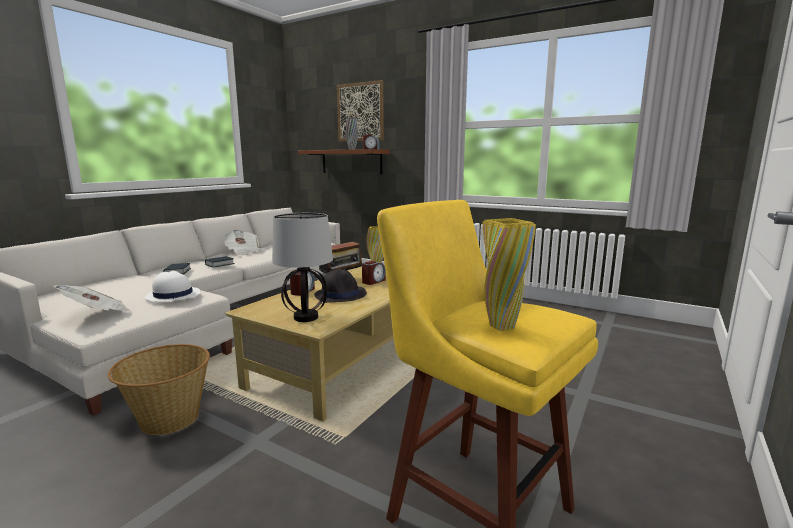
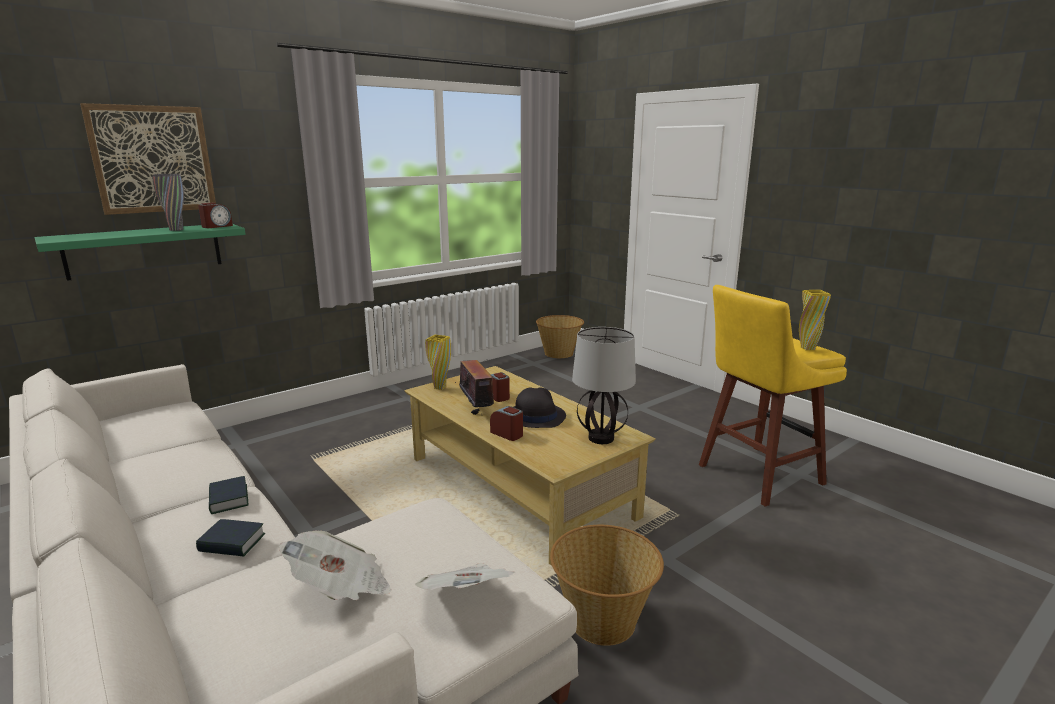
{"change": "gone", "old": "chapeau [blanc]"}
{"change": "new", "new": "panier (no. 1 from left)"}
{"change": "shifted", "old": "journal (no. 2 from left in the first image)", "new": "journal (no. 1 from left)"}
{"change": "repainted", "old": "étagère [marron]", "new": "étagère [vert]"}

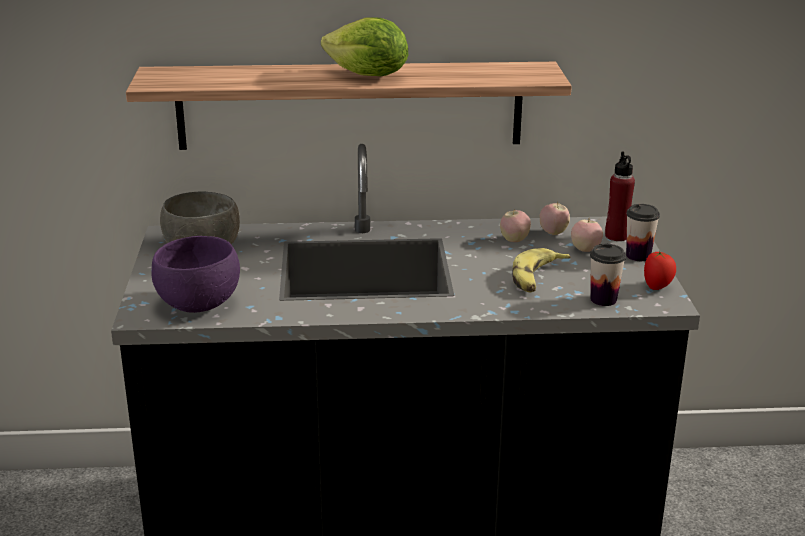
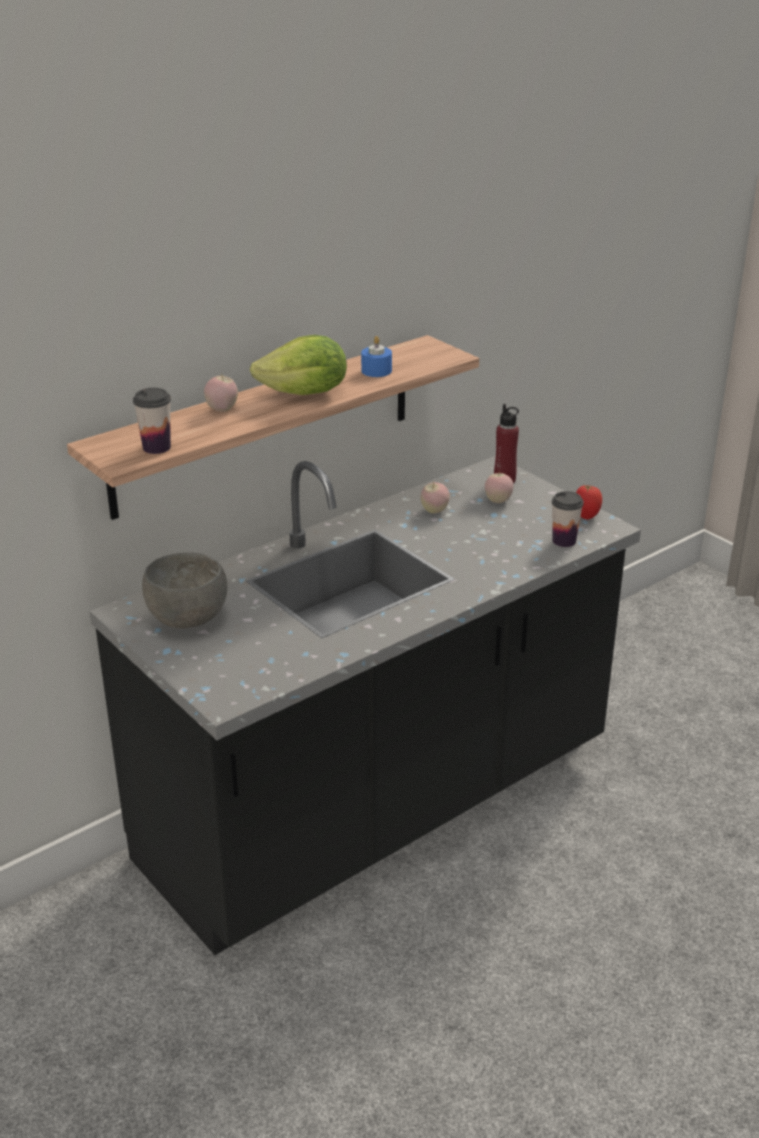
{"change": "gone", "old": "bol [violet]"}
{"change": "gone", "old": "banane"}
{"change": "new", "new": "bougie [bleu]"}
{"change": "shifted", "old": "pomme (no. 2 from left in the first image)", "new": "pomme (no. 1 from left)"}
{"change": "shifted", "old": "tasse (no. 2 from left in the first image)", "new": "tasse (no. 1 from left)"}

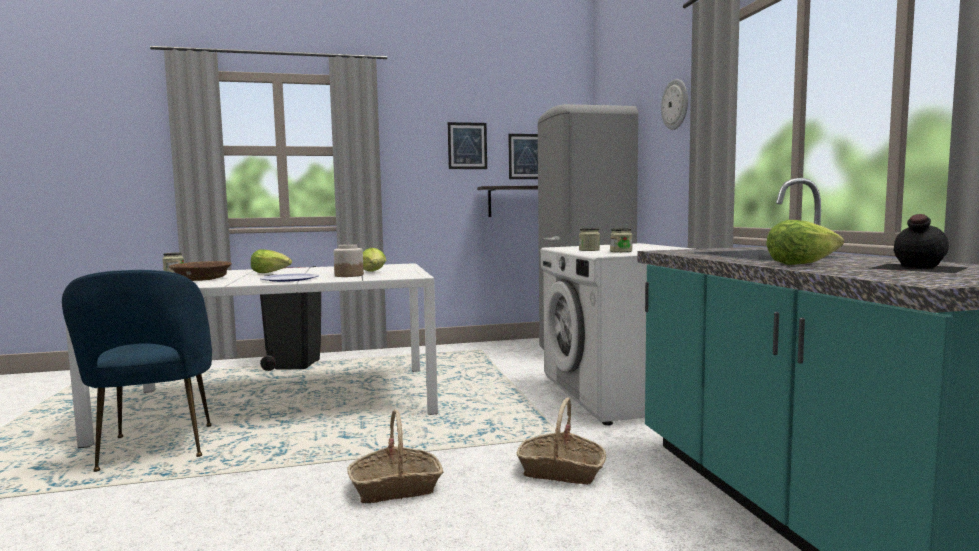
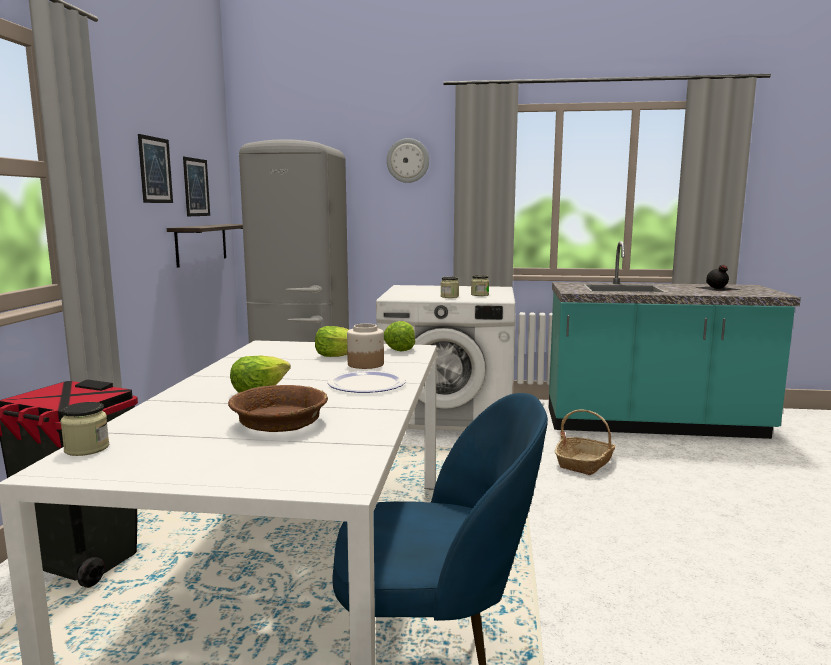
{"change": "gone", "old": "panier (no. 1 from left)"}
{"change": "shifted", "old": "laitue (no. 3 from left)"}

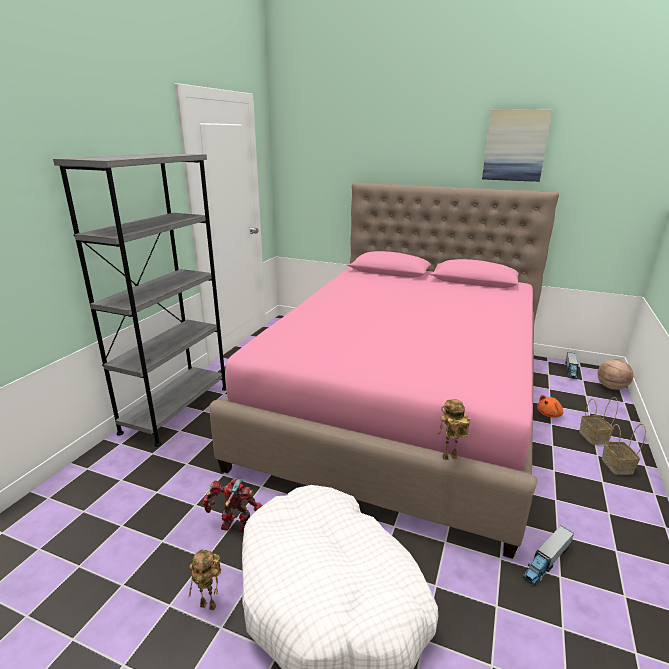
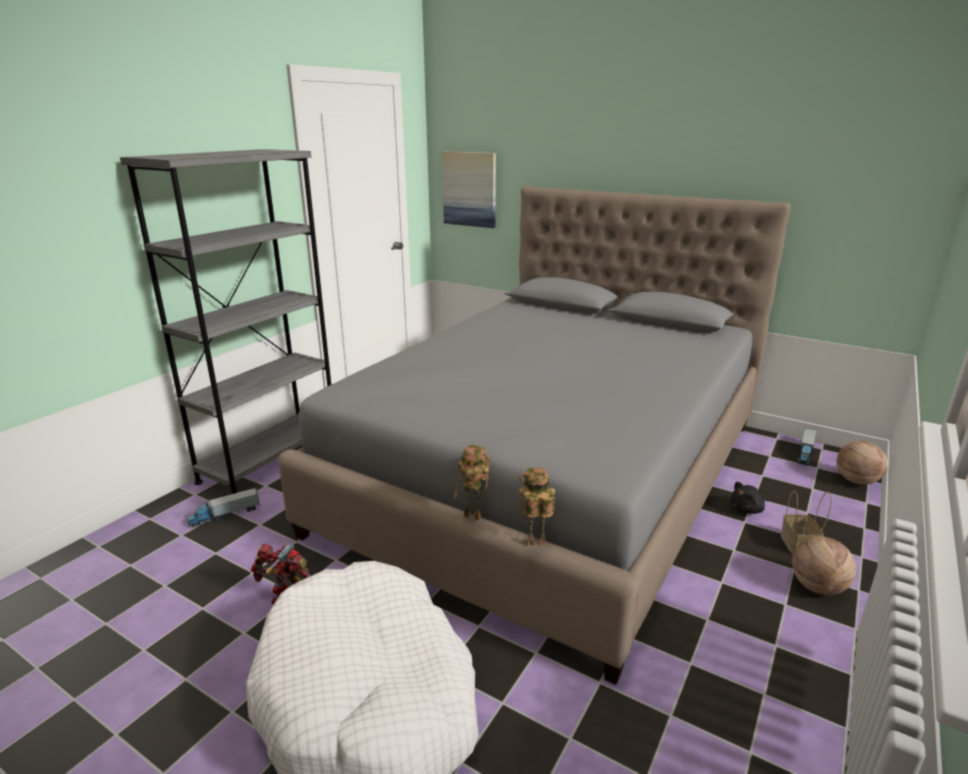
{"change": "shifted", "old": "robot jouet (no. 1 from left in the first image)", "new": "robot jouet (no. 2 from left)"}
{"change": "shifted", "old": "tableau"}
{"change": "shifted", "old": "camion jouet (no. 1 from left)"}
{"change": "swapped", "old": "panier (no. 2 from left)", "new": "ballon de basket (no. 1 from left)"}
{"change": "repainted", "old": "lit [rose]", "new": "lit [gris]"}
{"change": "repainted", "old": "peluche [orange]", "new": "peluche [noir]"}

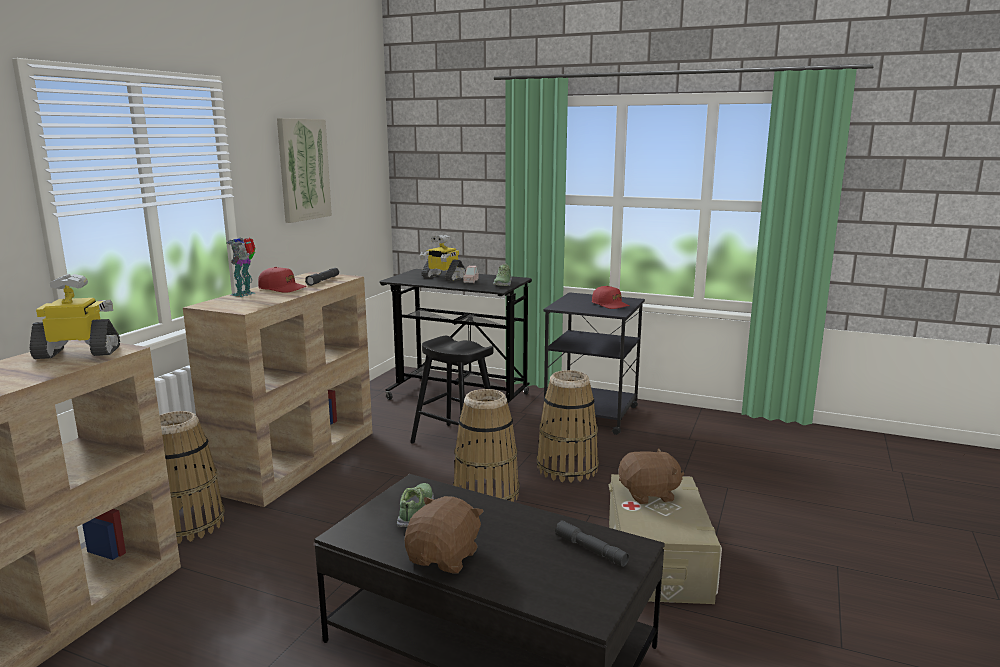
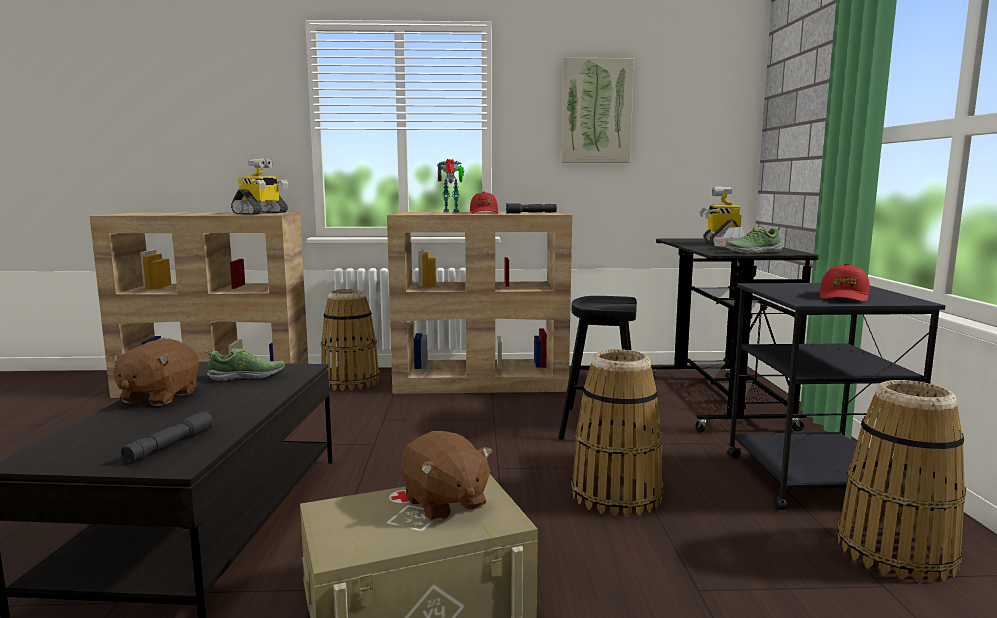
{"change": "shifted", "old": "panier (no. 2 from left in the first image)", "new": "panier (no. 3 from left)"}
{"change": "rotated", "old": "robot jouet (no. 1 from left)", "degrees": 60}
{"change": "rotated", "old": "peluche [marron] (no. 1 from left)", "degrees": 105}

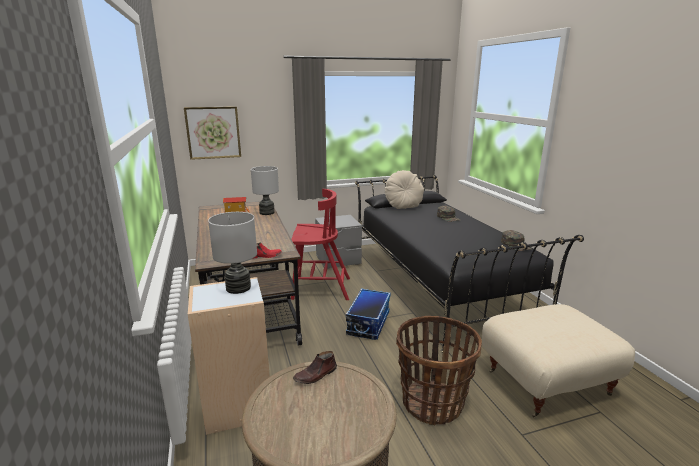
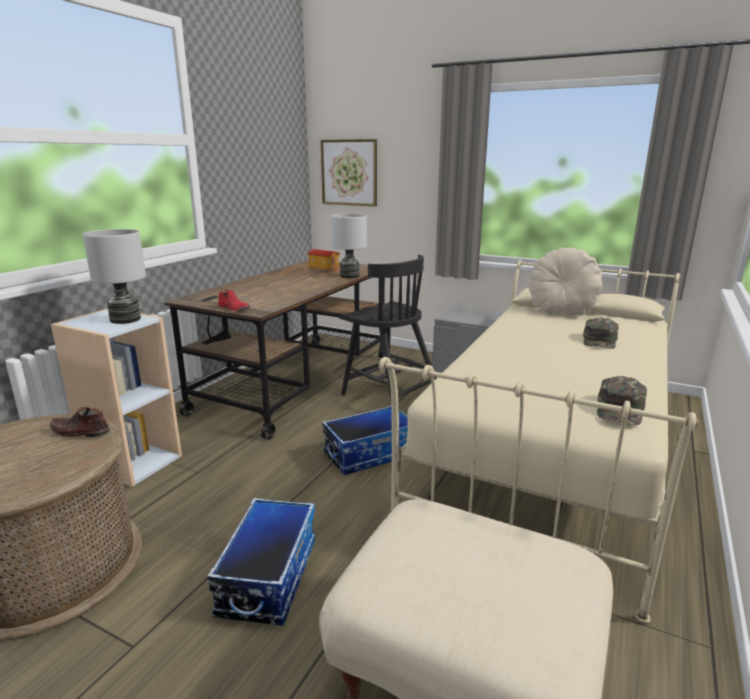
{"change": "swapped", "old": "panier", "new": "boîte de rangement (no. 1 from left)"}
{"change": "repainted", "old": "chaise [rouge]", "new": "chaise [noir]"}
{"change": "repainted", "old": "lit [noir]", "new": "lit [beige]"}

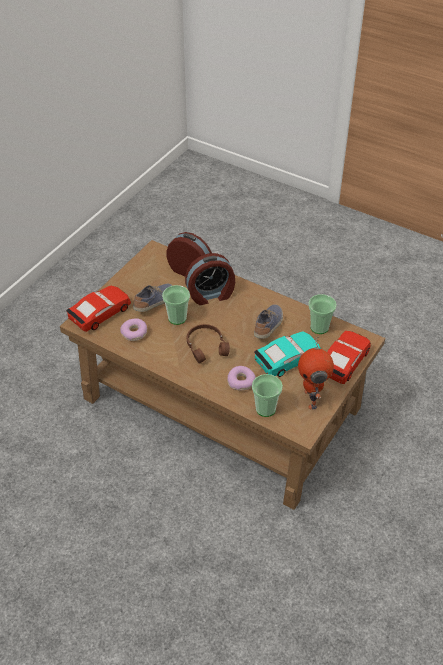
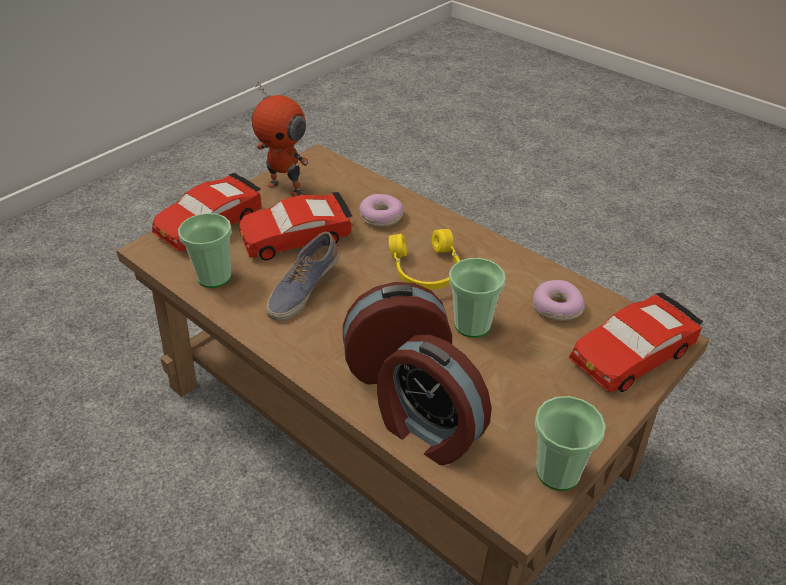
{"change": "gone", "old": "chaussure (no. 1 from left)"}
{"change": "shifted", "old": "tasse (no. 2 from left in the first image)", "new": "tasse (no. 3 from left)"}
{"change": "repainted", "old": "casque audio [marron]", "new": "casque audio [jaune]"}
{"change": "repainted", "old": "petite voiture [turquoise]", "new": "petite voiture [rouge] (no. 2 from left)"}
{"change": "rotated", "old": "robot jouet", "degrees": 120}

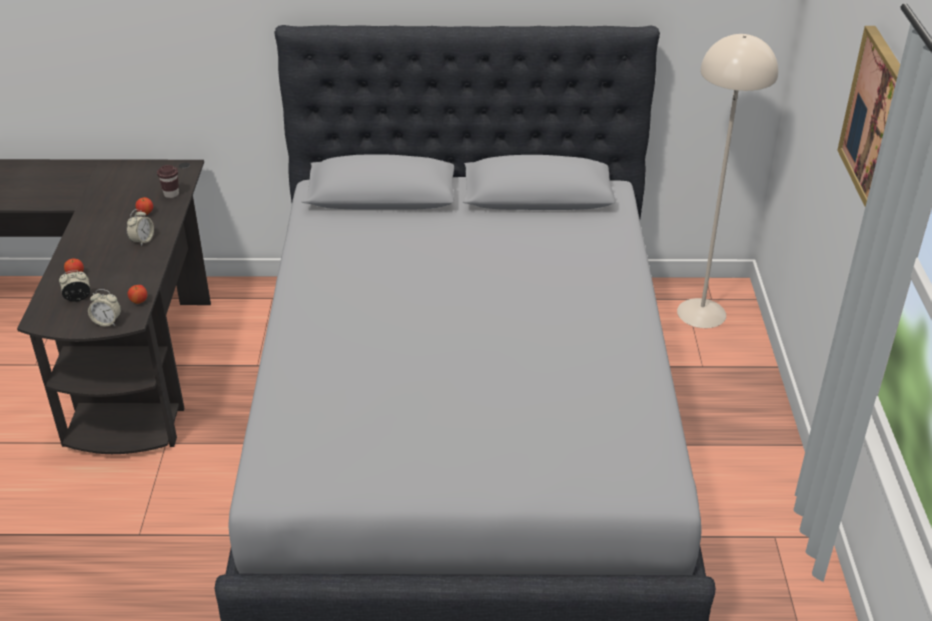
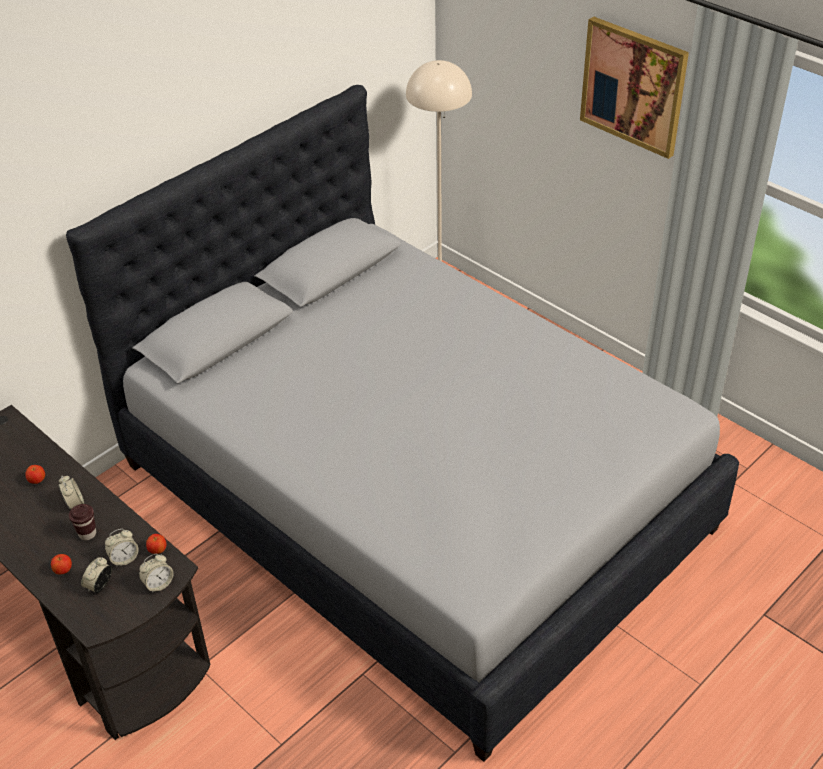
{"change": "new", "new": "réveil (no. 3 from left)"}
{"change": "shifted", "old": "tasse [marron]"}

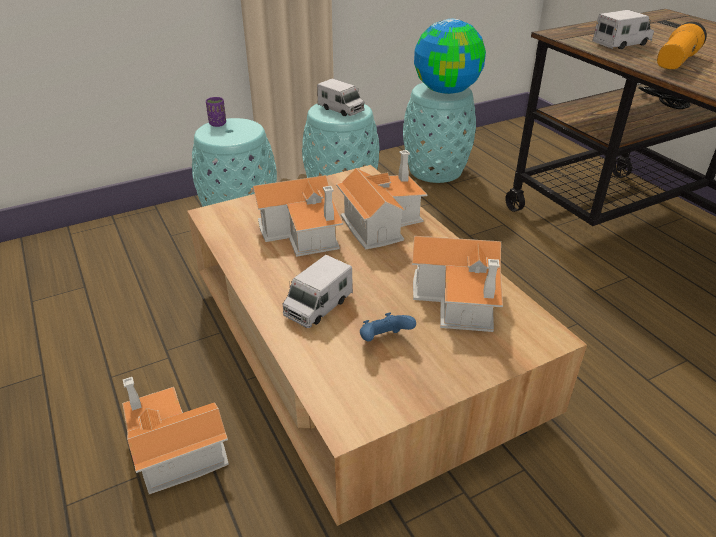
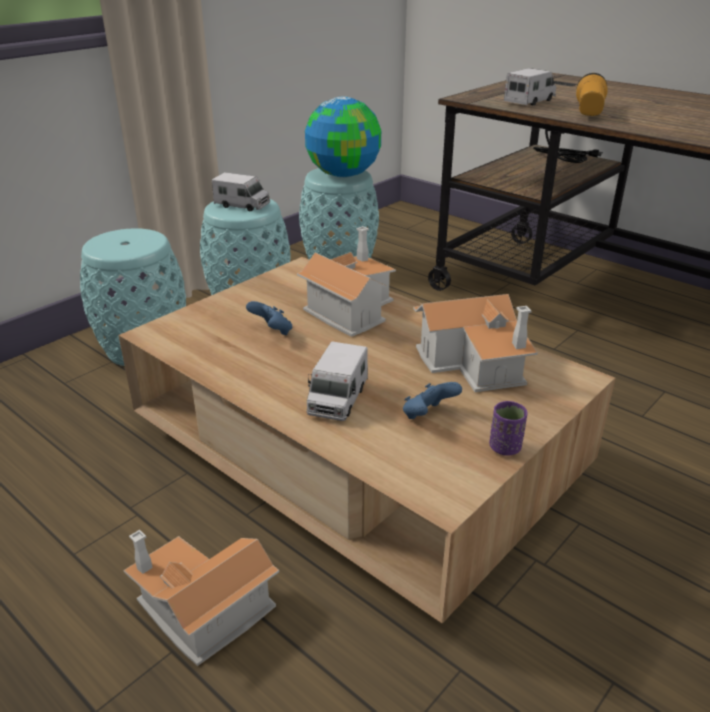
{"change": "shifted", "old": "tasse [violet]"}
{"change": "swapped", "old": "maison miniature (no. 2 from left)", "new": "manette [bleu] (no. 1 from left)"}

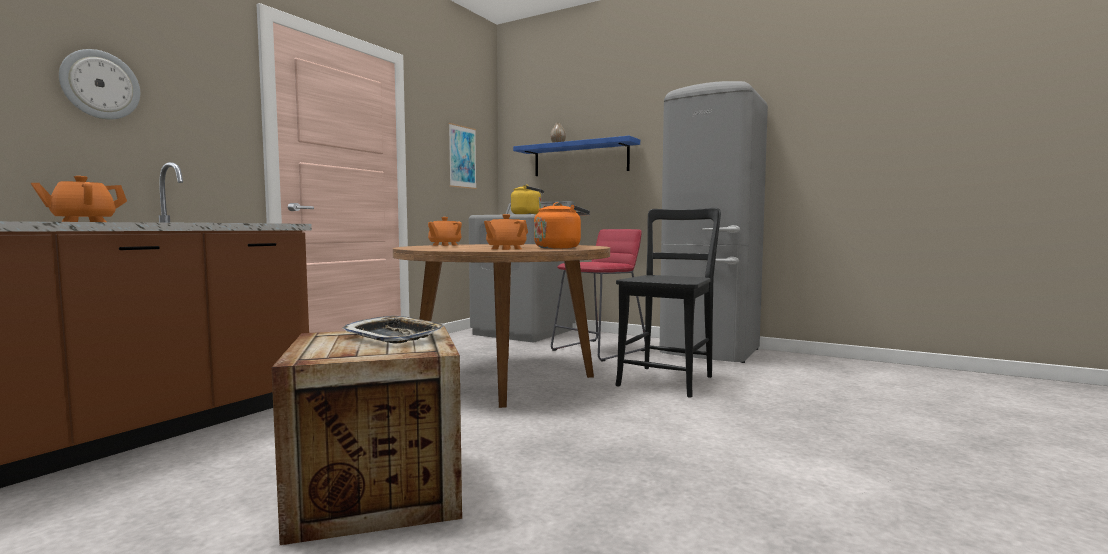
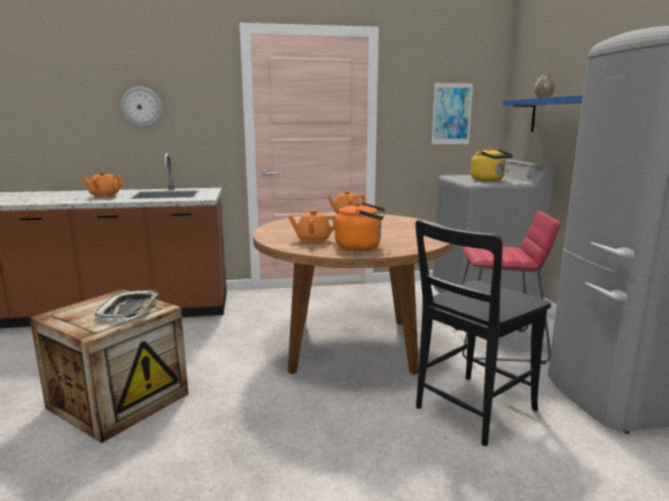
{"change": "rotated", "old": "chaise [noir]", "degrees": 150}

